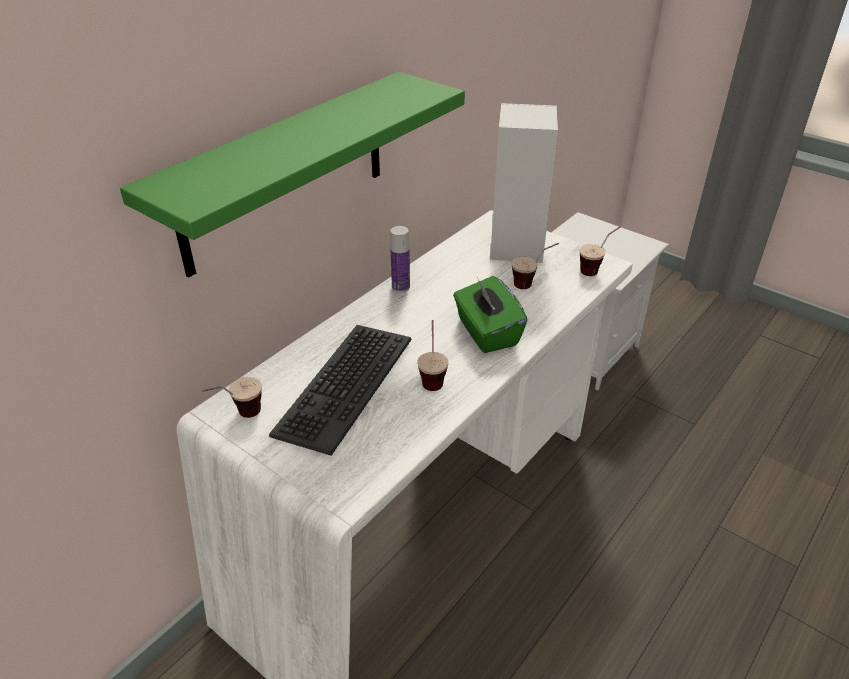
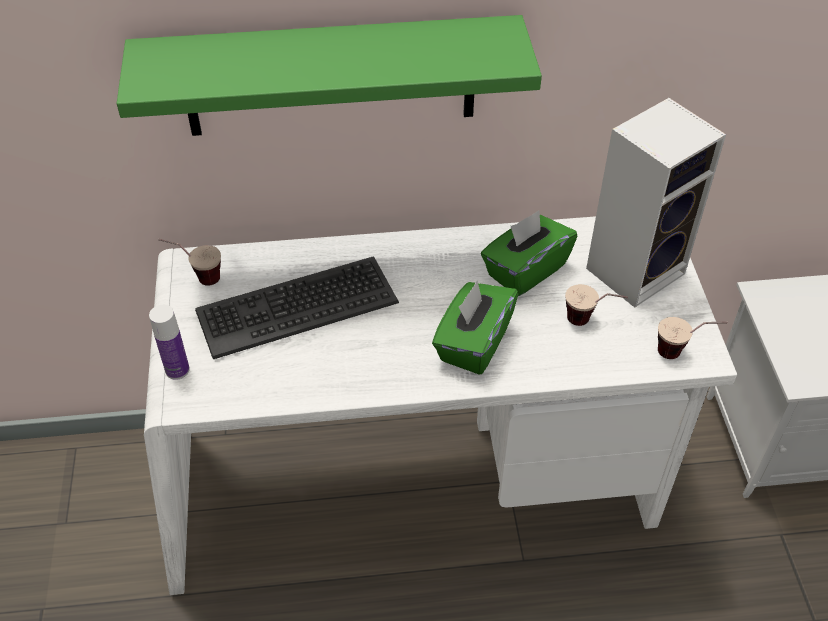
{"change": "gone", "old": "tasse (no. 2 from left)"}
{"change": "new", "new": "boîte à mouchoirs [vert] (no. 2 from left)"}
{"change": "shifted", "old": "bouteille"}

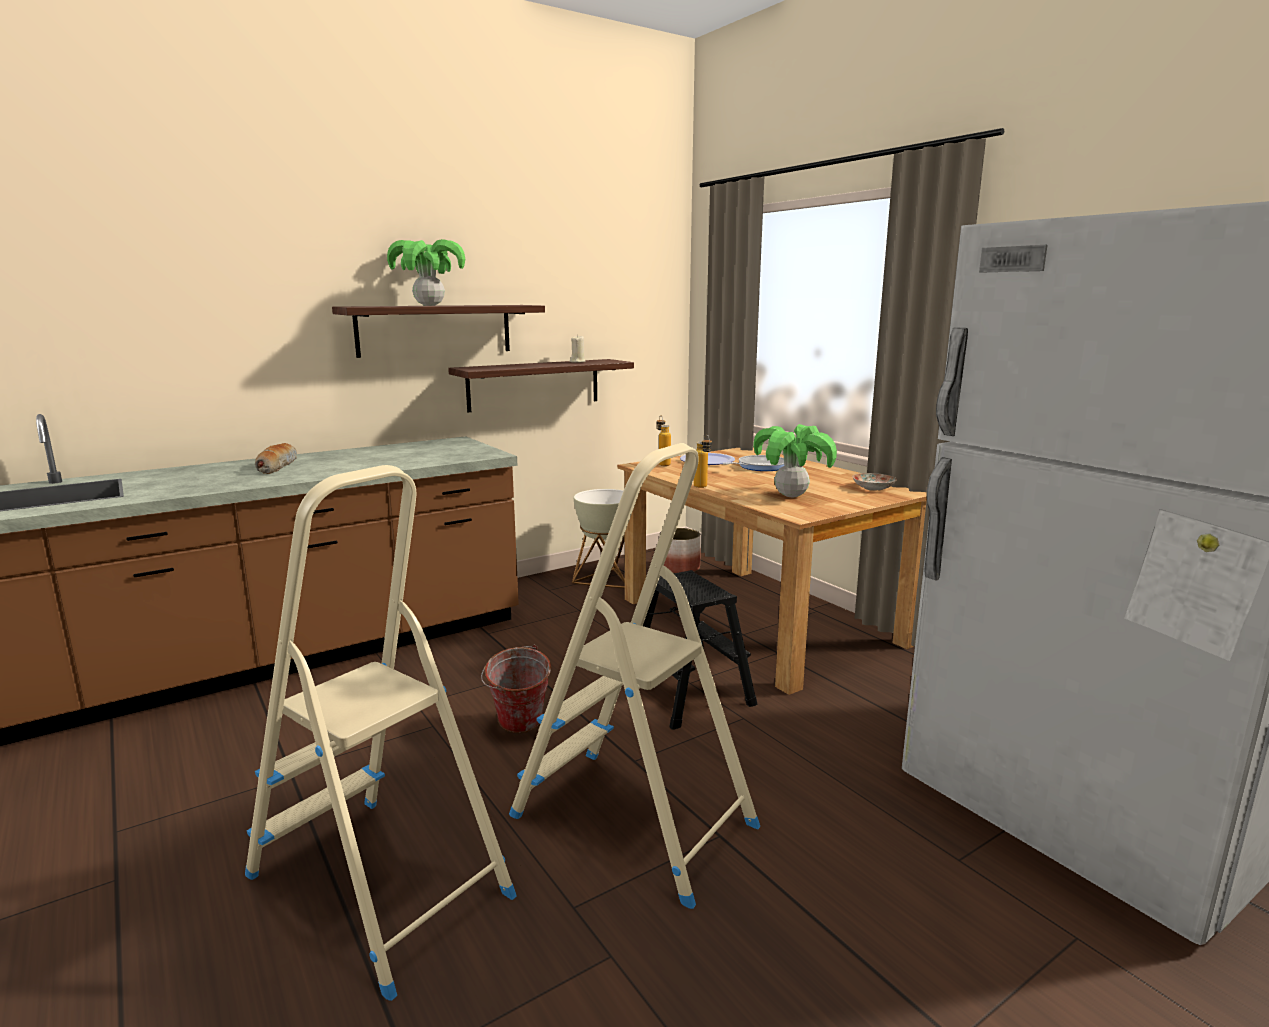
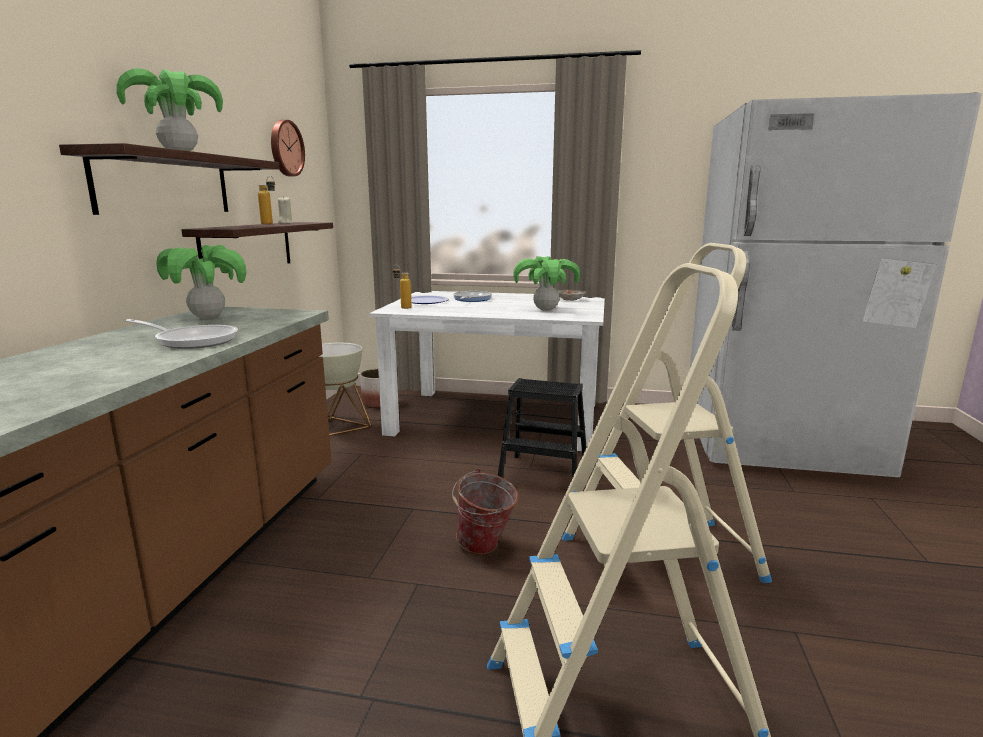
{"change": "gone", "old": "pain"}
{"change": "new", "new": "poêle (no. 1 from left)"}
{"change": "new", "new": "plante en pot (no. 2 from left)"}
{"change": "new", "new": "horloge murale"}
{"change": "shifted", "old": "bouteille (no. 2 from left in the first image)", "new": "bouteille (no. 1 from left)"}
{"change": "repainted", "old": "table à manger [marron]", "new": "table à manger [blanc]"}

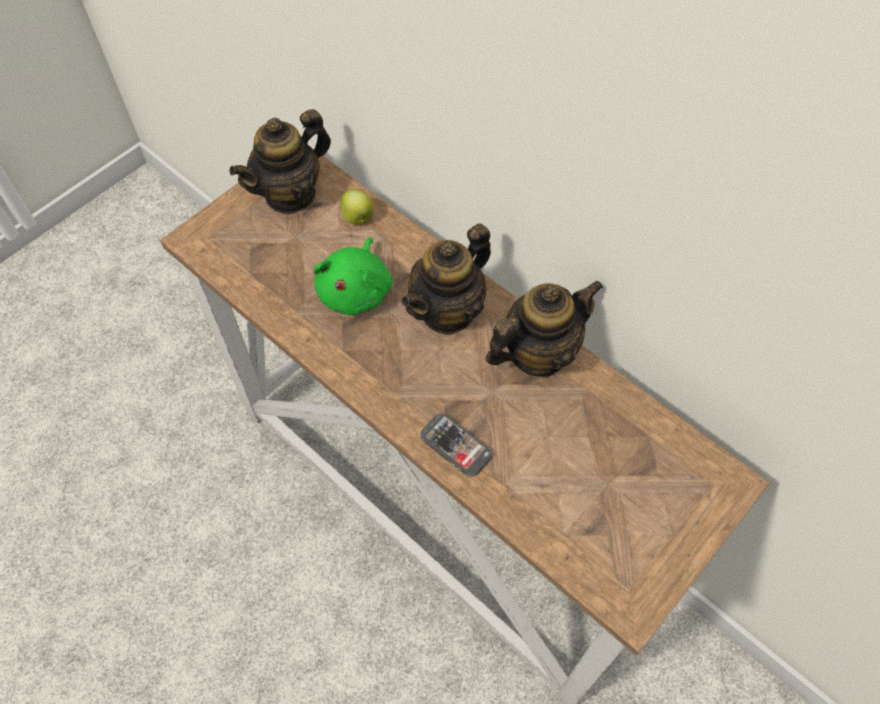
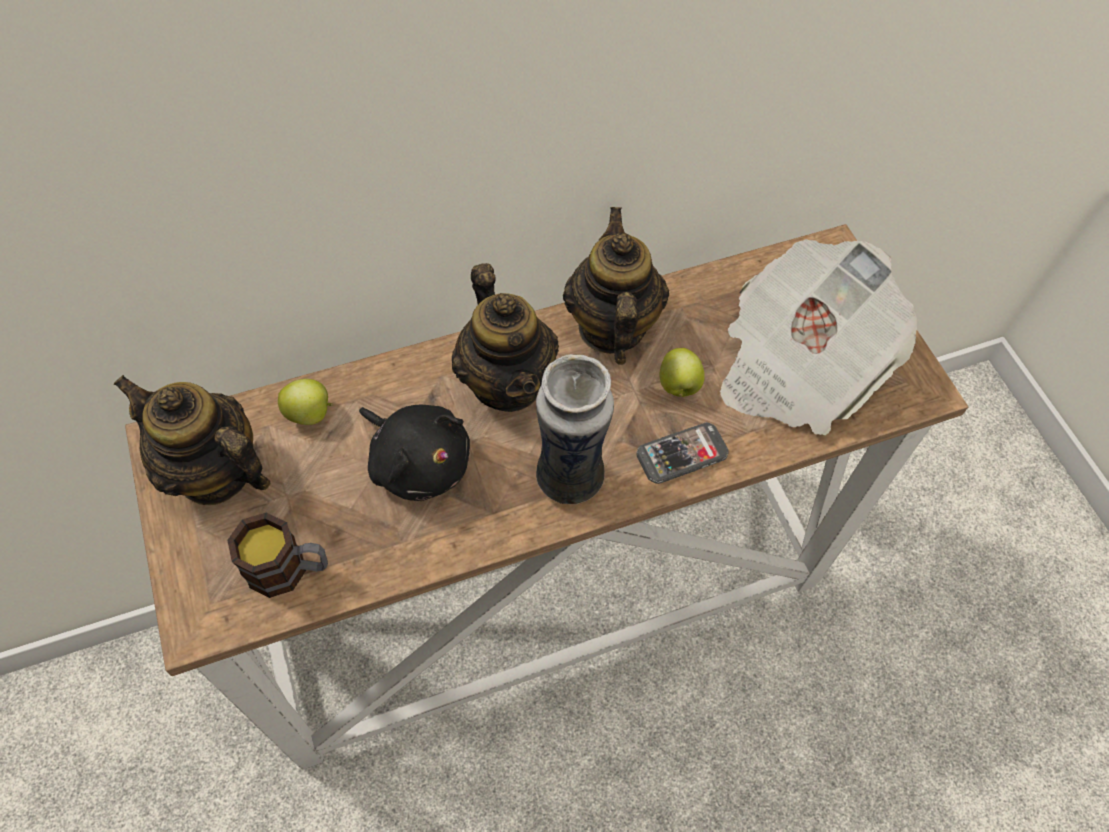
{"change": "new", "new": "mug"}
{"change": "new", "new": "vase"}
{"change": "new", "new": "pomme (no. 2 from left)"}
{"change": "new", "new": "journal"}
{"change": "repainted", "old": "peluche [vert]", "new": "peluche [noir]"}
{"change": "rotated", "old": "théière (no. 1 from left)", "degrees": 135}

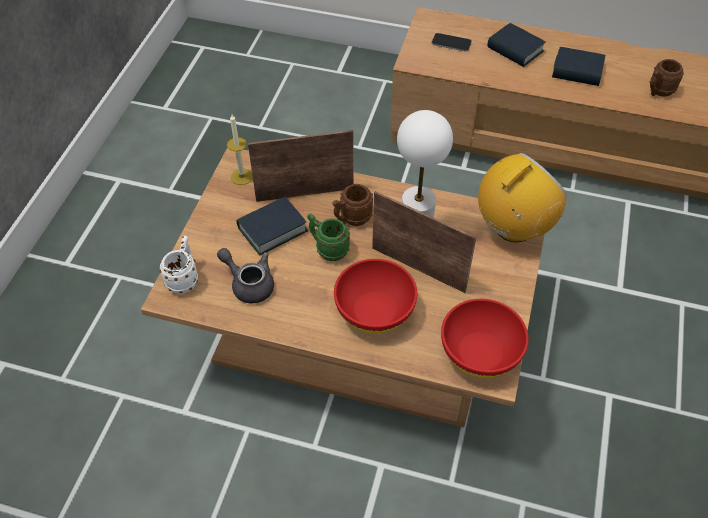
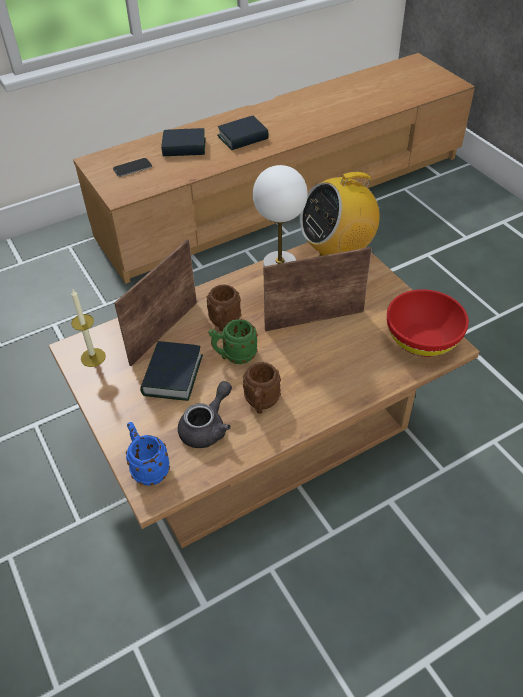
{"change": "gone", "old": "bol [rouge] (no. 1 from left)"}
{"change": "shifted", "old": "mug [marron] (no. 2 from left)"}
{"change": "repainted", "old": "mug [blanc]", "new": "mug [bleu]"}
{"change": "rotated", "old": "théière [gris]", "degrees": 135}
{"change": "rotated", "old": "radio", "degrees": -120}

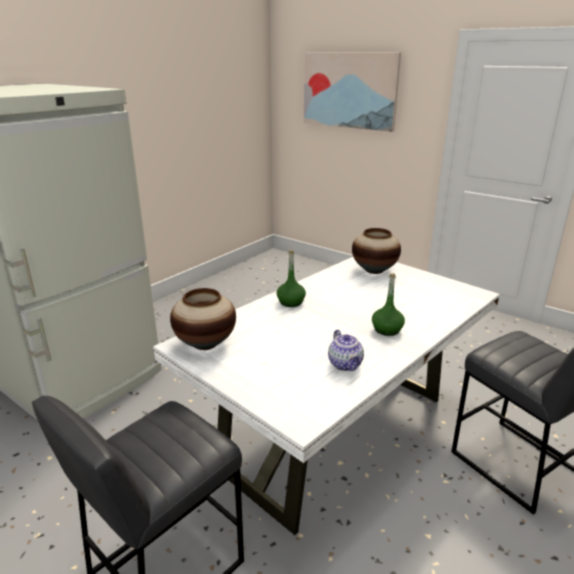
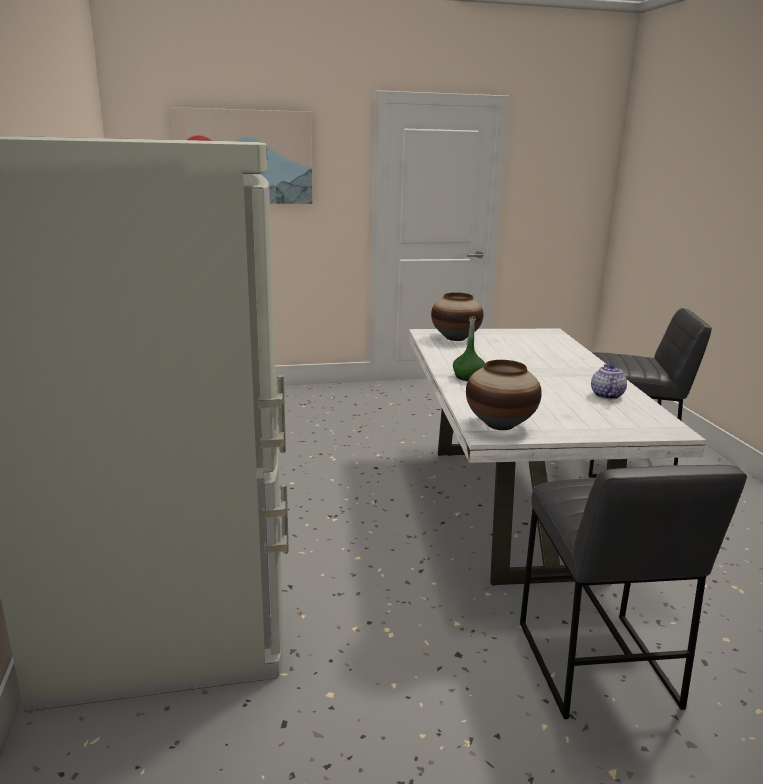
{"change": "gone", "old": "bouteille [vert] (no. 2 from left)"}
{"change": "rotated", "old": "théière", "degrees": -105}

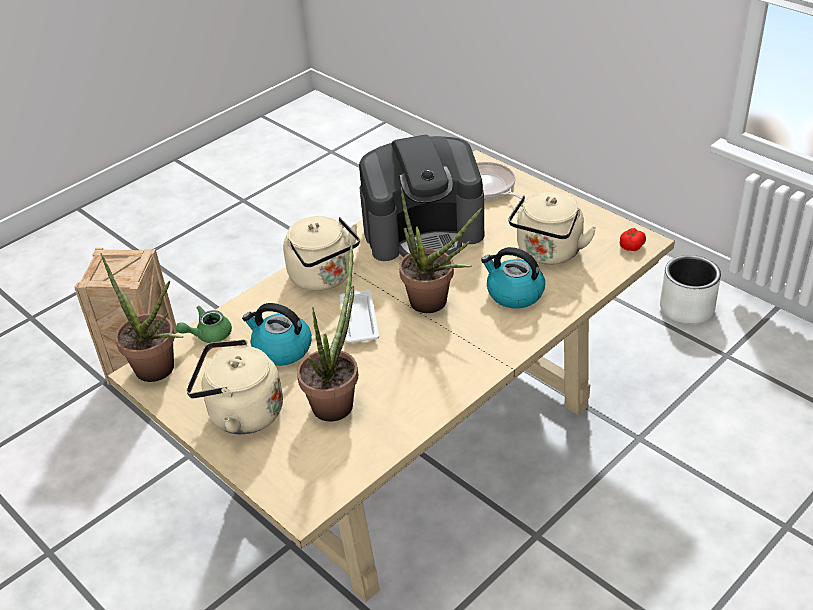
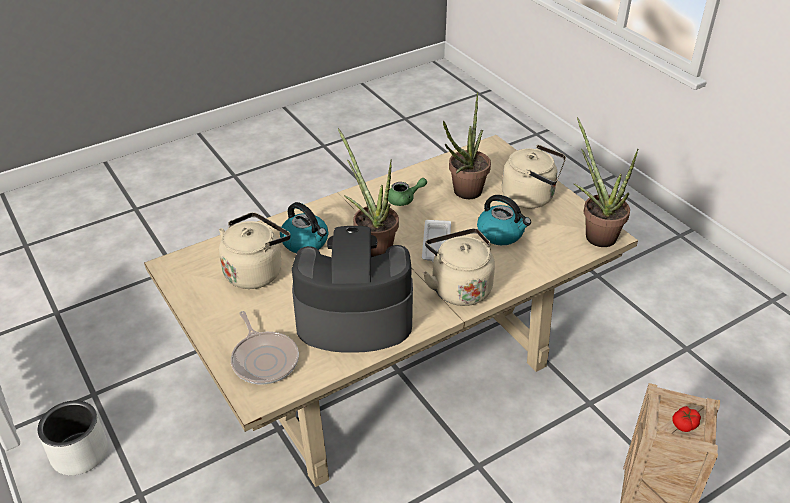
{"change": "shifted", "old": "théière [vert]"}
{"change": "shifted", "old": "tomate"}

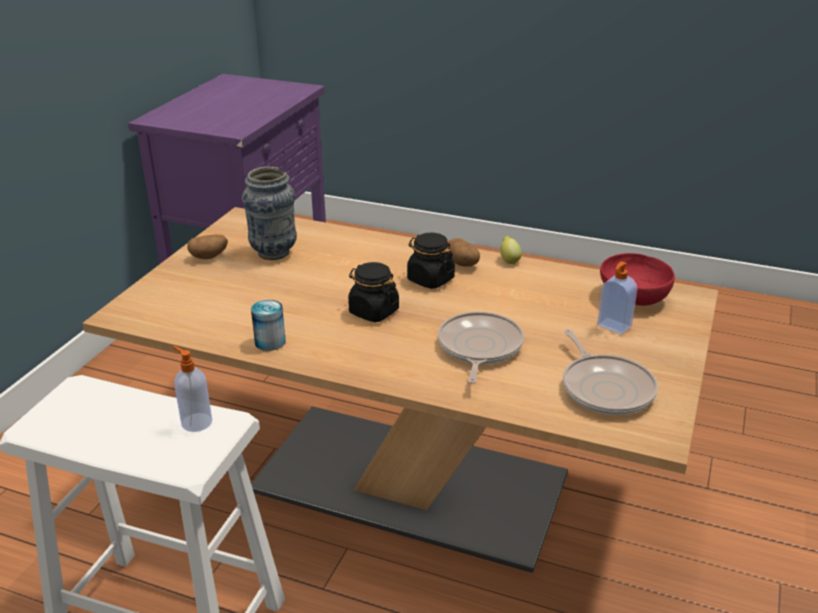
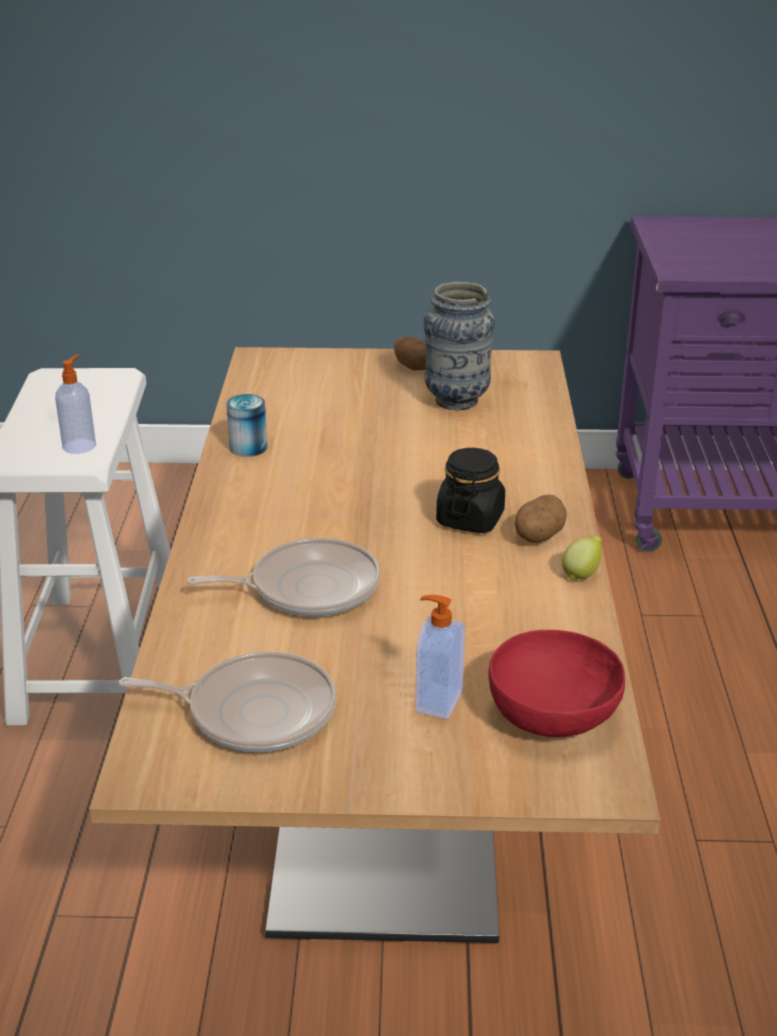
{"change": "gone", "old": "bocal [noir] (no. 1 from left)"}
{"change": "rotated", "old": "poêle (no. 2 from left in the first image)", "degrees": -135}

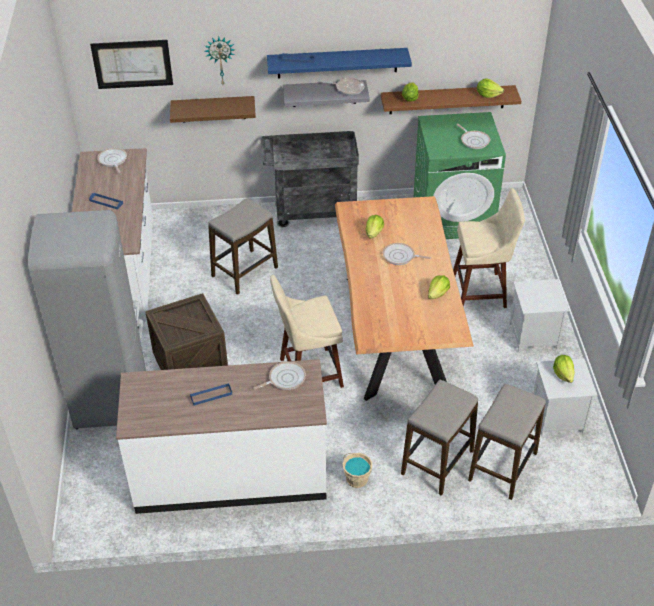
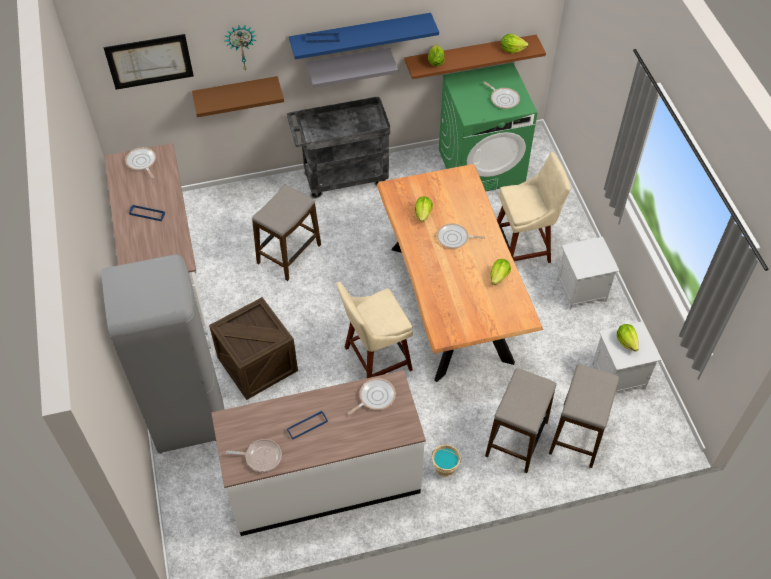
{"change": "shifted", "old": "poêle (no. 3 from left in the first image)", "new": "poêle (no. 2 from left)"}

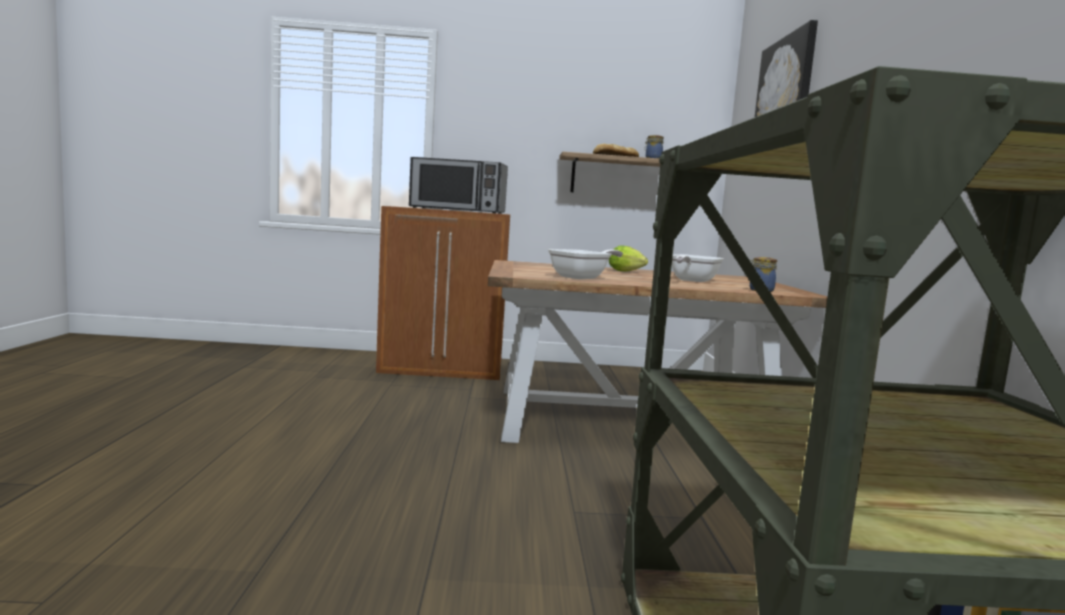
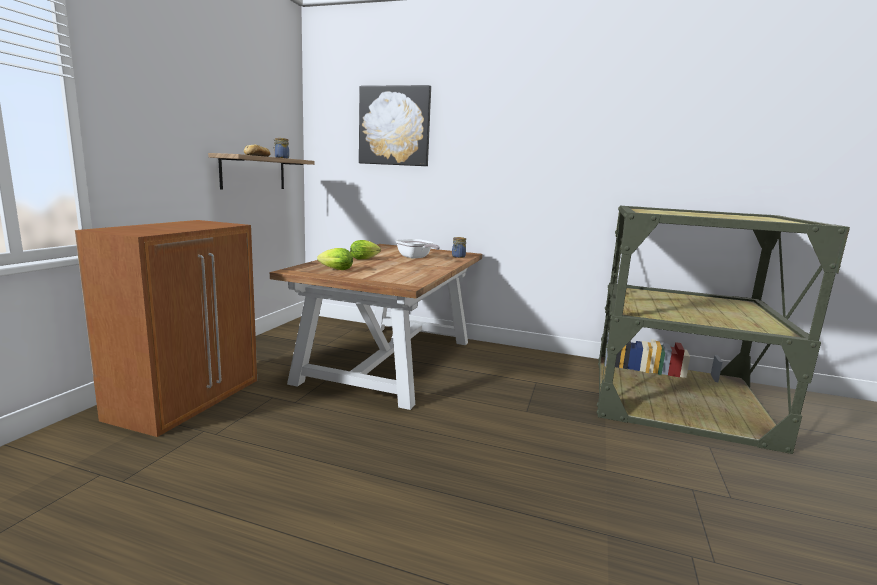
{"change": "gone", "old": "micro-ondes"}
{"change": "gone", "old": "poêle (no. 1 from left)"}
{"change": "new", "new": "laitue (no. 1 from left)"}

